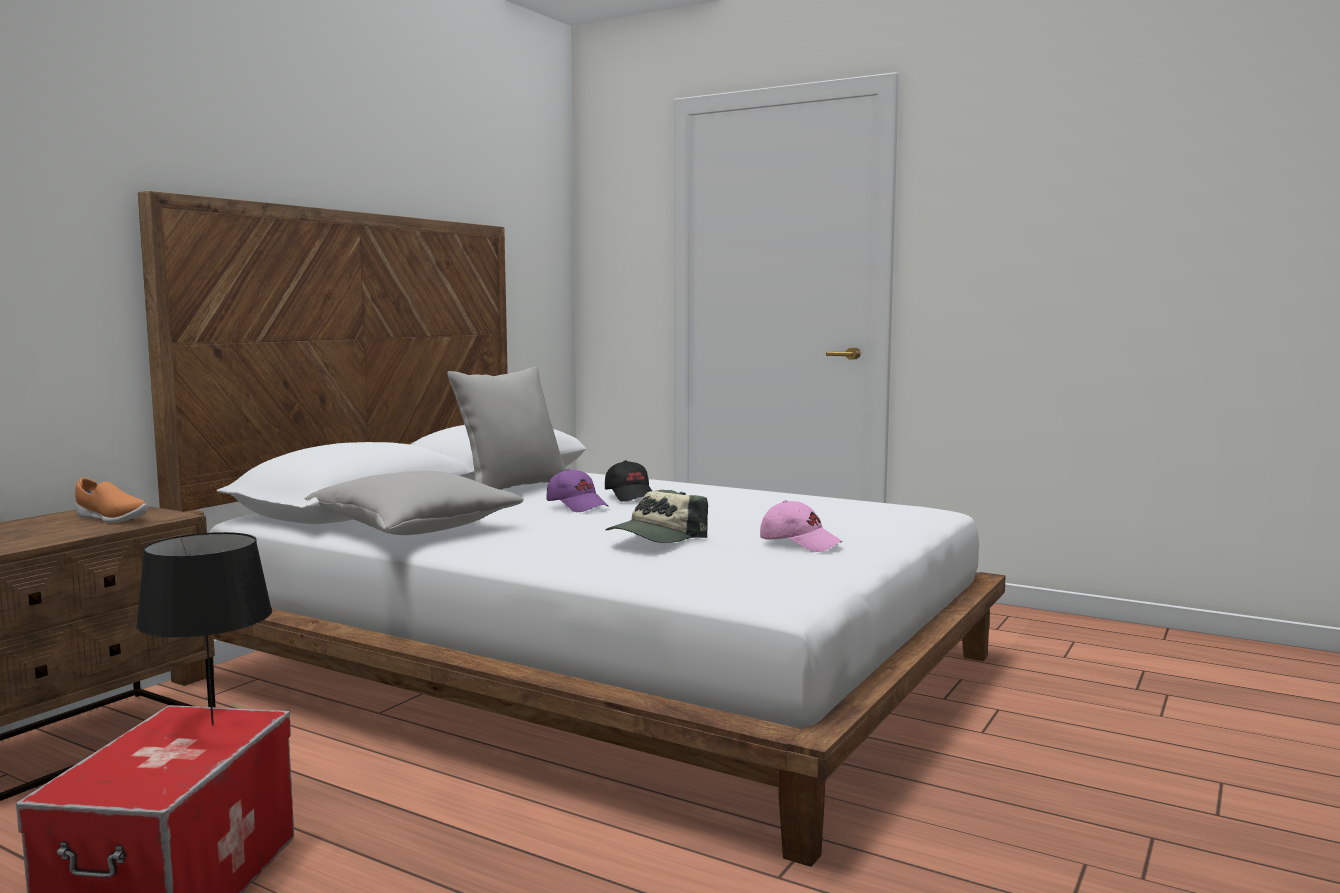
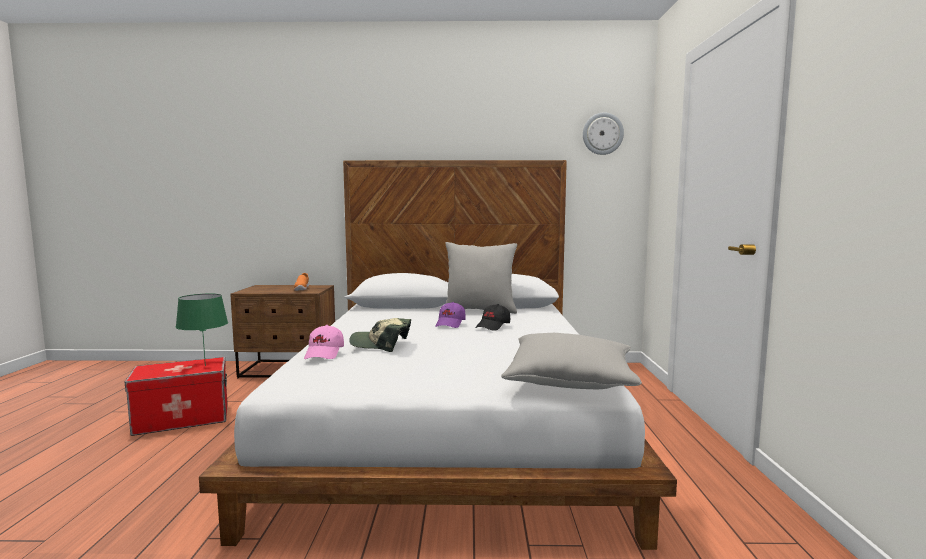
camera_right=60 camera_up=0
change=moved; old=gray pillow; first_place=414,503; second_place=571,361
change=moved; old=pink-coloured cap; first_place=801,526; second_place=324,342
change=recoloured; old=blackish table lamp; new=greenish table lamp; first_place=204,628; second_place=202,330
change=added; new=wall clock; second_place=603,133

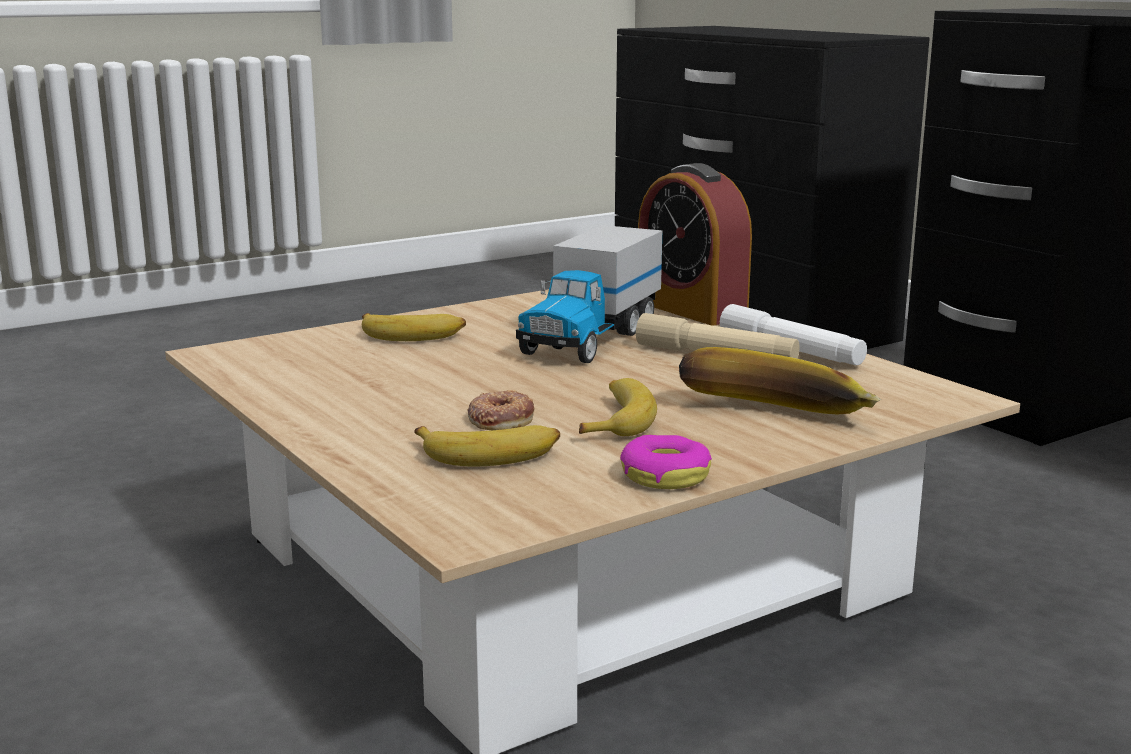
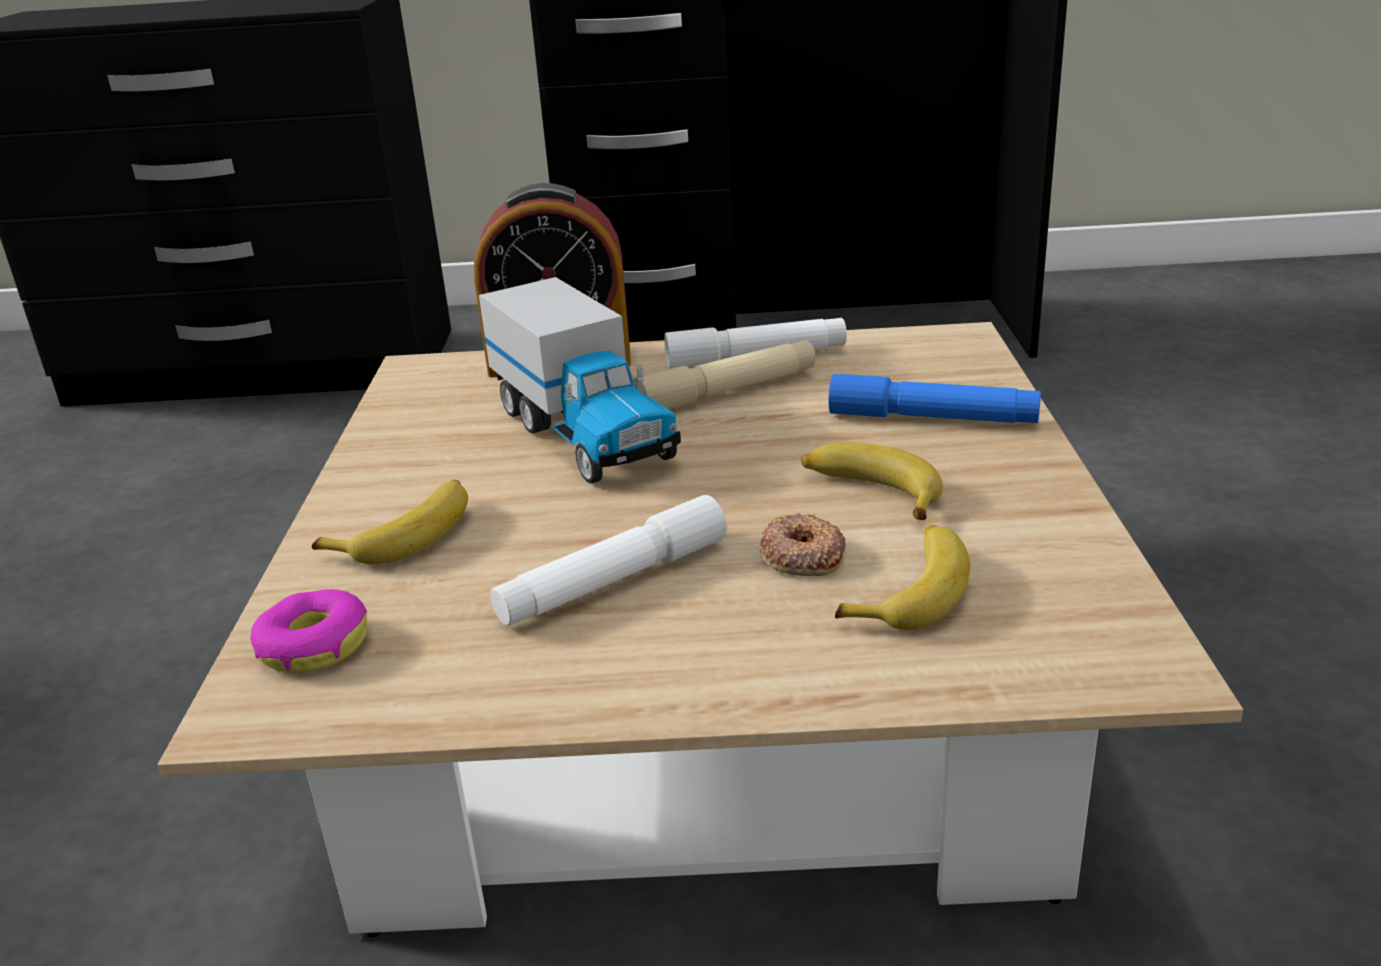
camera_right=-55 camera_up=10
change=replaced; old=banana fruit; new=bluish hand torch; first_place=780,381; second_place=934,398
change=moved; old=doughnut; first_place=666,462; second_place=308,631
change=added; new=whitish hand torch; second_place=608,560

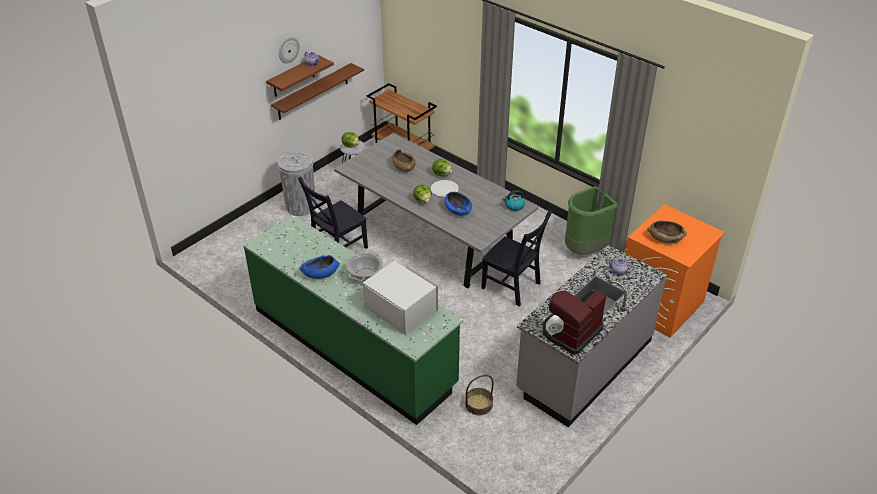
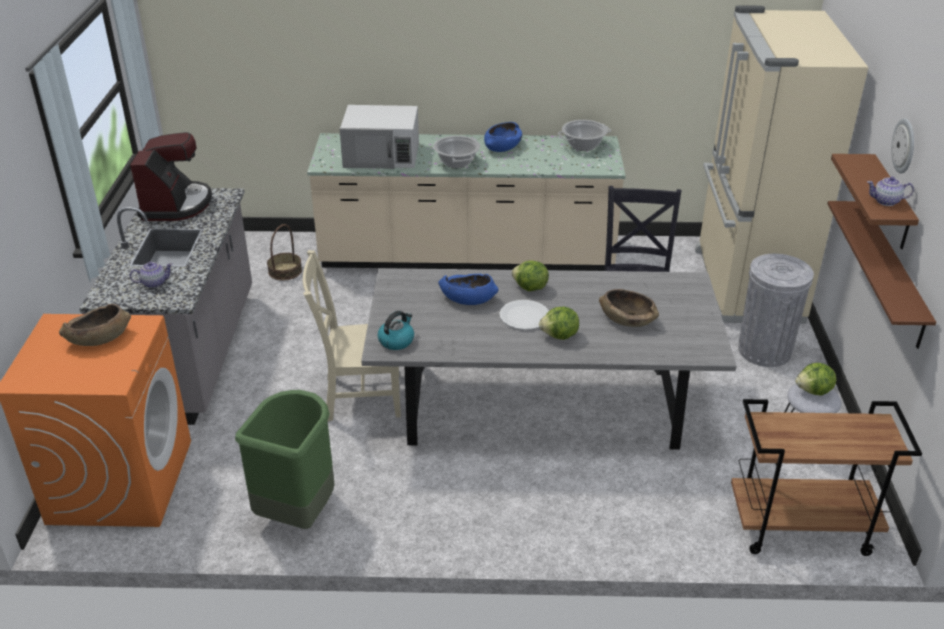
camera_right=140 camera_up=-5
change=recoloured; old=blackish plain chair; new=beige-coloured plain chair; first_place=516,258; second_place=352,336
change=recoloured; old=greenish kitchen base unit; new=beige-coloured kitchen base unit; first_place=353,320; second_place=466,202
change=added; new=beige-coloured fridge; second_place=782,164
change=added; new=stockpot; second_place=584,135

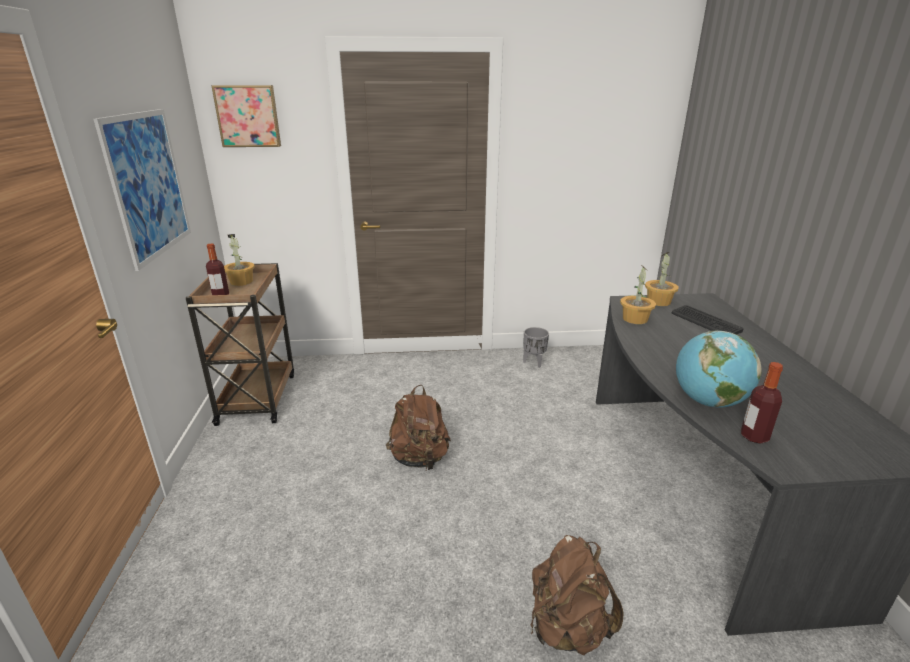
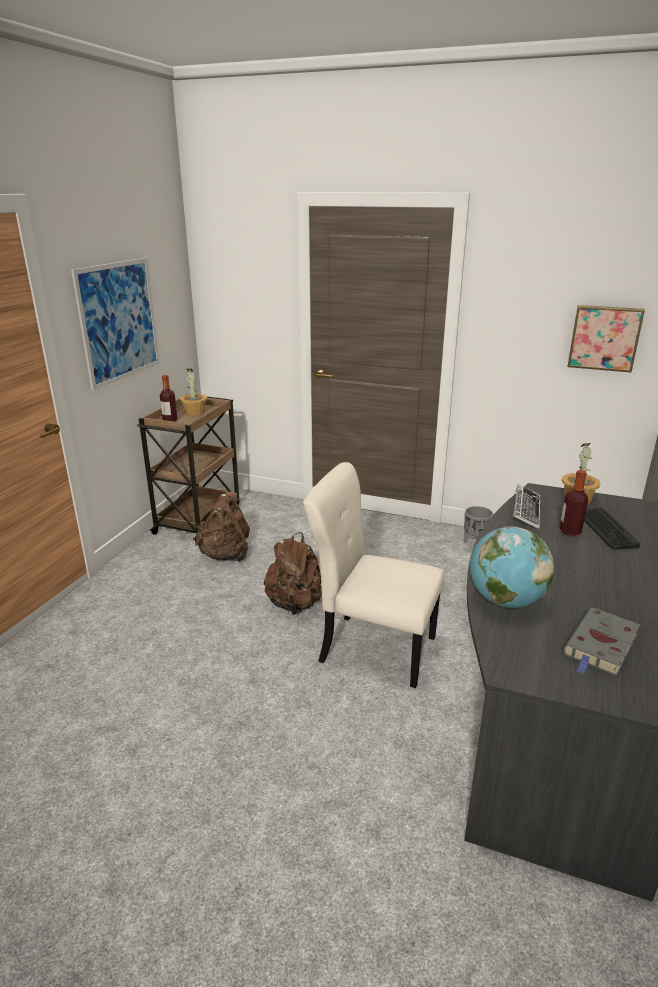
camera_right=25 camera_up=0
change=moved; old=wall picture; first_place=246,116; second_place=606,338
change=replaced; old=potted plant; new=keyboard; first_place=638,294; second_place=526,506
change=moved; old=bottle; first_place=762,403; second_place=573,503
change=moved; old=brown-coloured backpack; first_place=577,595; second_place=222,528
change=added; new=beige-coloured plain chair; second_place=373,575
change=added; new=gray book; second_place=601,642

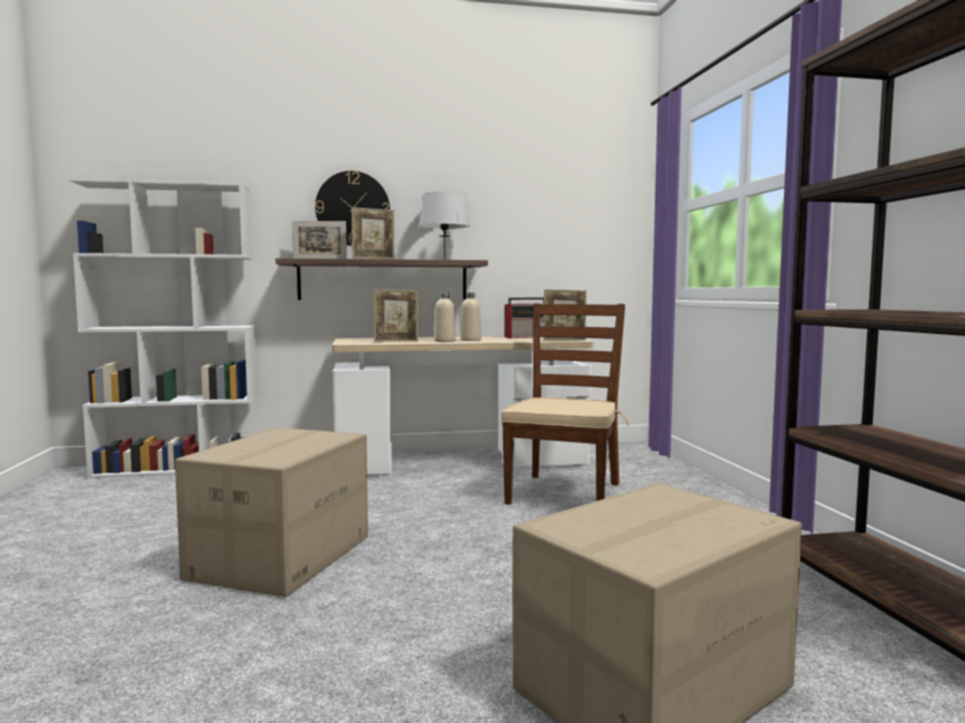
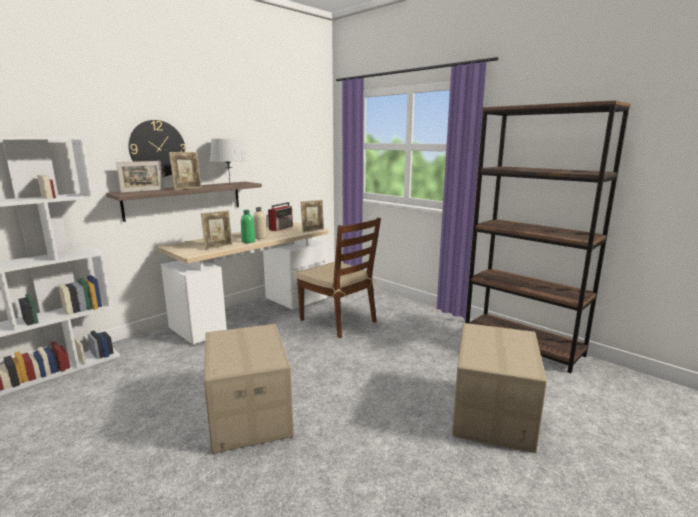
camera_right=-35 camera_up=10
change=recoloured; old=beige-coloured bottle; new=greenish bottle; first_place=445,317; second_place=248,226
change=turned; old=brown-coloured plain chair; first_place=565,404; second_place=338,278; degrees=150

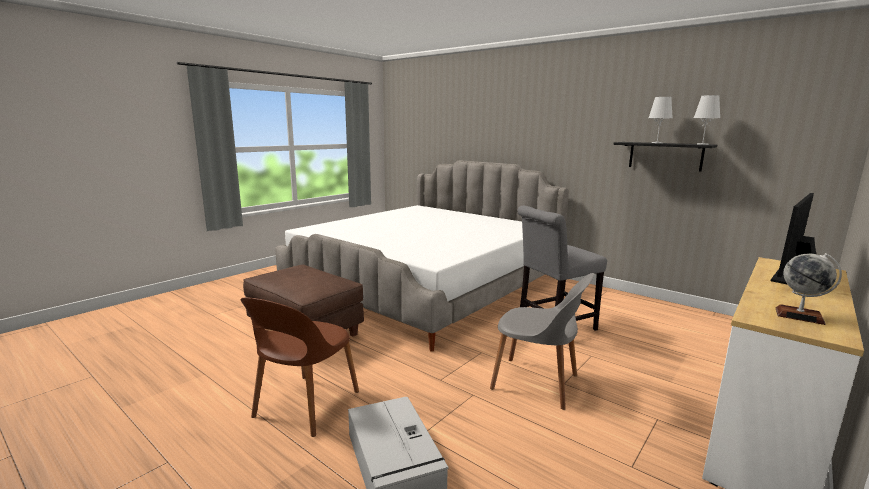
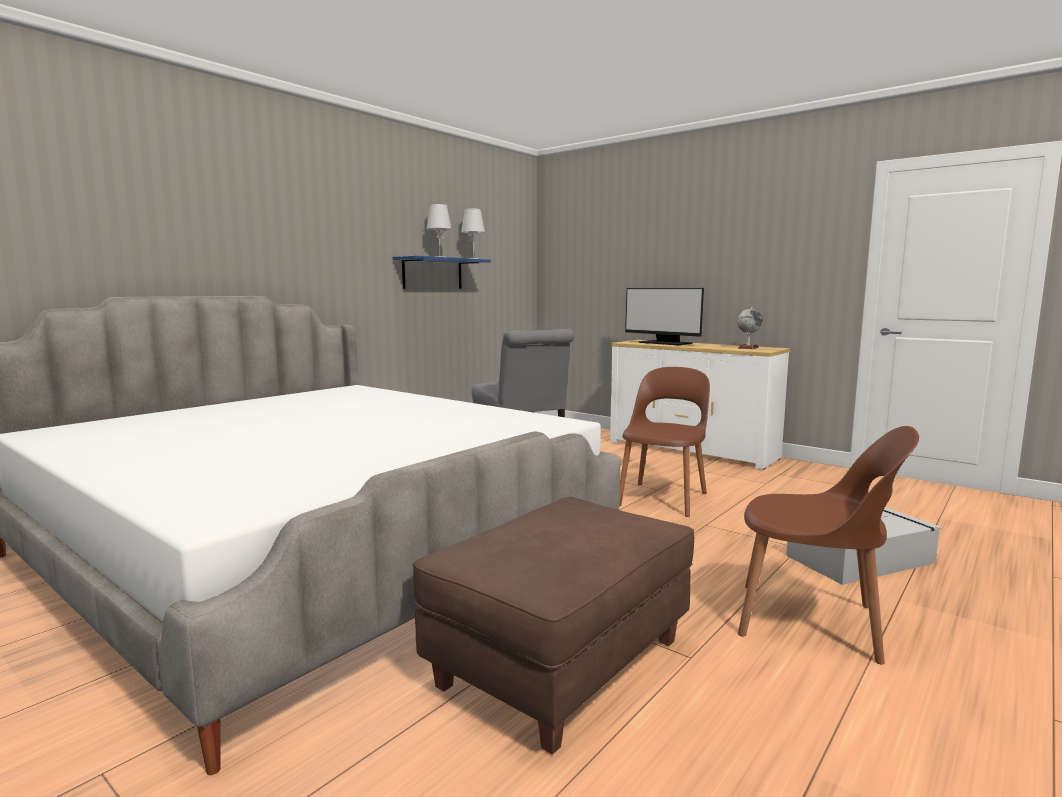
camera_right=-90 camera_up=-5
change=recoloured; old=blackish bracket shelf; new=bluish bracket shelf; first_place=665,156; second_place=442,272
change=recoloured; old=gray plain chair; new=brown-coloured plain chair; first_place=542,341; second_place=664,442

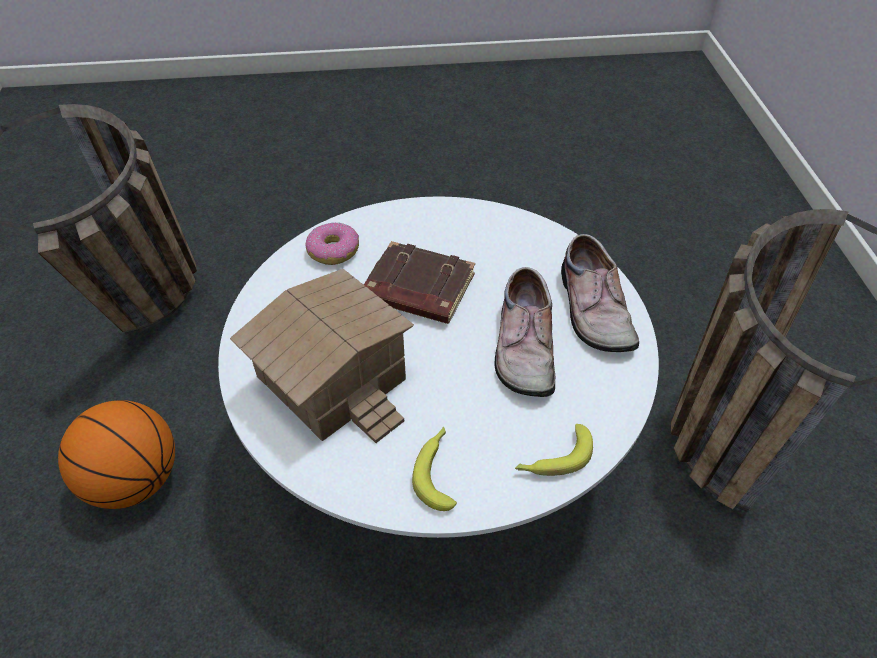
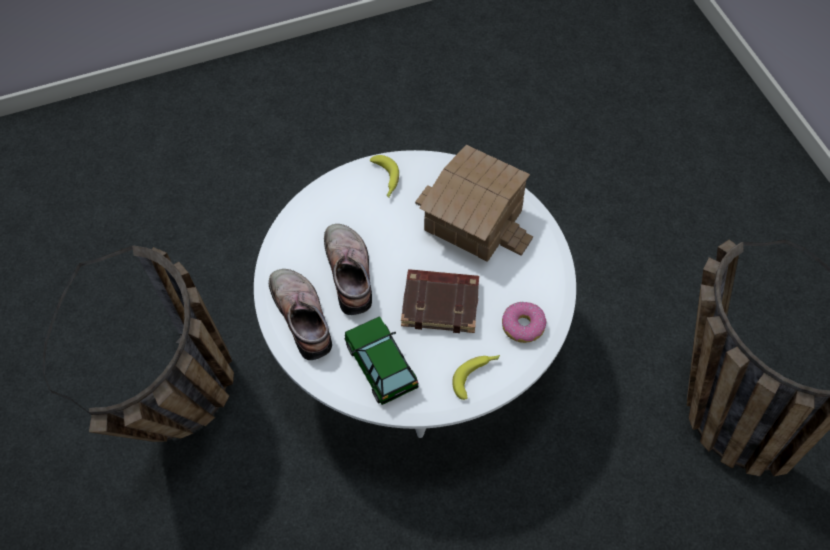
camera_right=165 camera_up=10
change=removed; old=basketball; first_place=116,454
change=moved; old=banana fruit; first_place=554,450; second_place=476,377
change=added; new=toy car; second_place=382,360

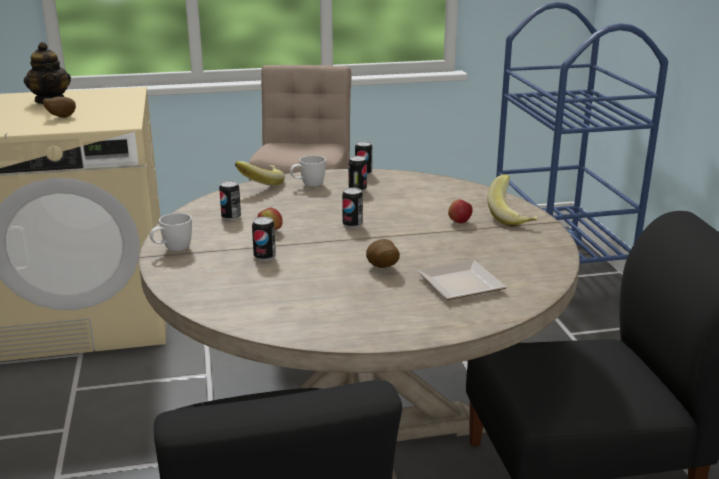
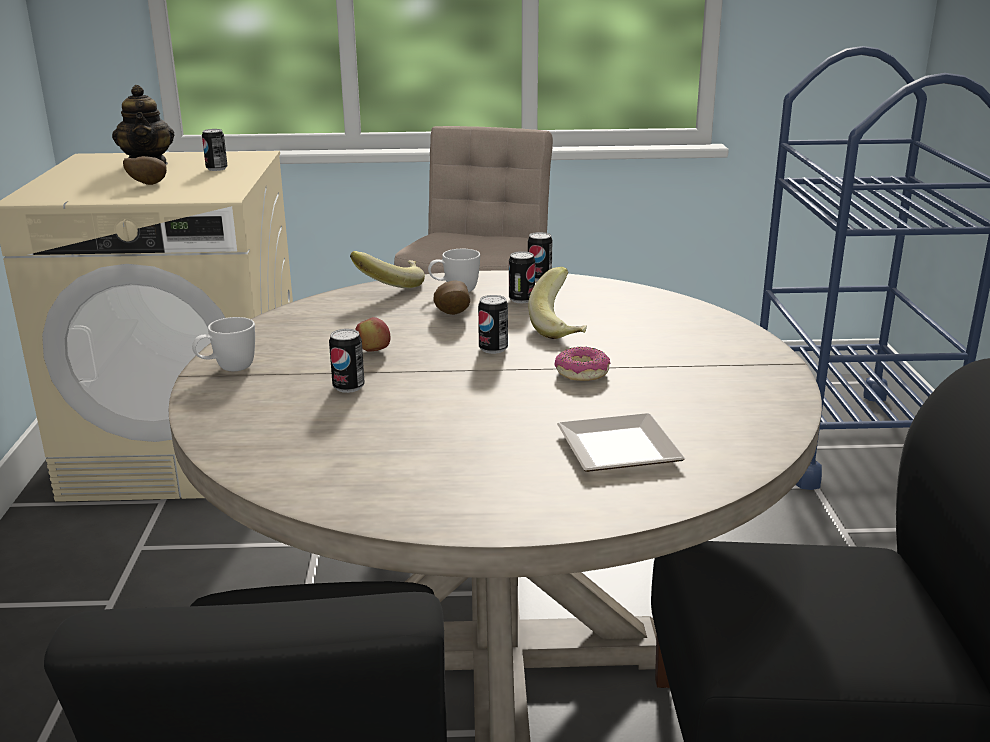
camera_right=10 camera_up=0
change=moved; old=banana fruit; first_place=512,200; second_place=557,303
change=moved; old=sealed can; first_place=230,200; second_place=214,150
change=removed; old=whole apple; first_place=460,211
change=moved; old=spud; first_place=383,253; second_place=451,298
change=added; new=doughnut; second_place=582,364

